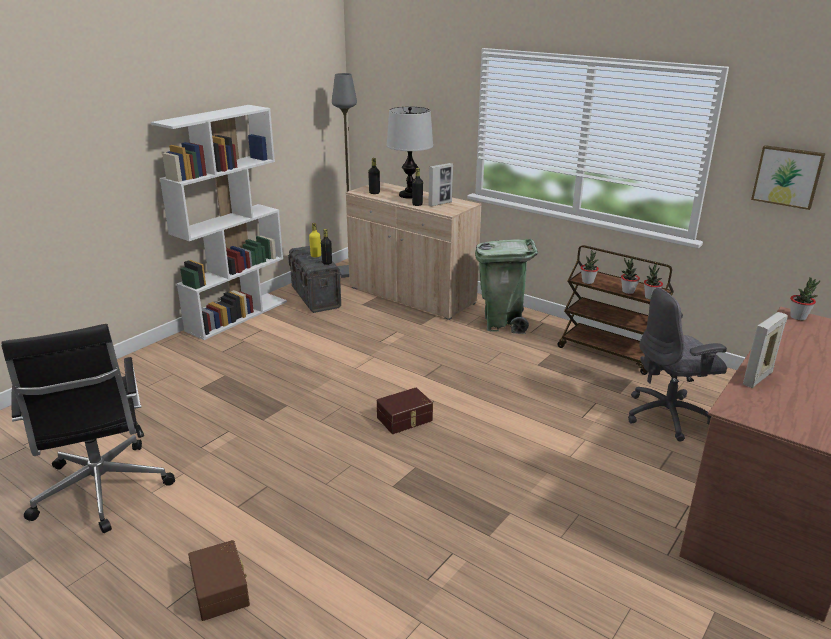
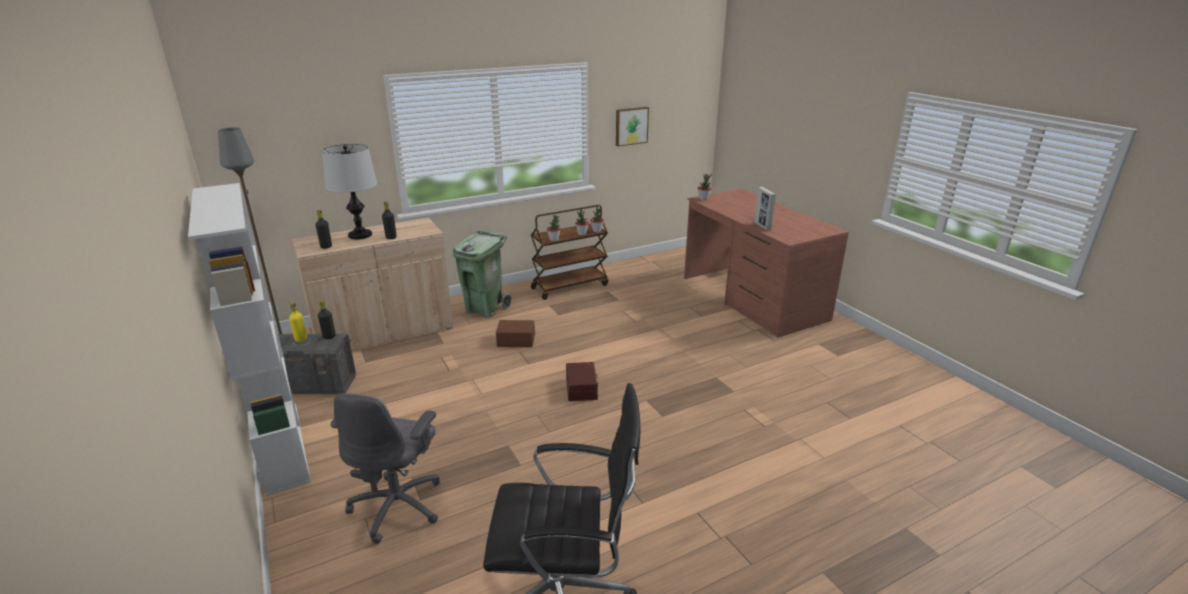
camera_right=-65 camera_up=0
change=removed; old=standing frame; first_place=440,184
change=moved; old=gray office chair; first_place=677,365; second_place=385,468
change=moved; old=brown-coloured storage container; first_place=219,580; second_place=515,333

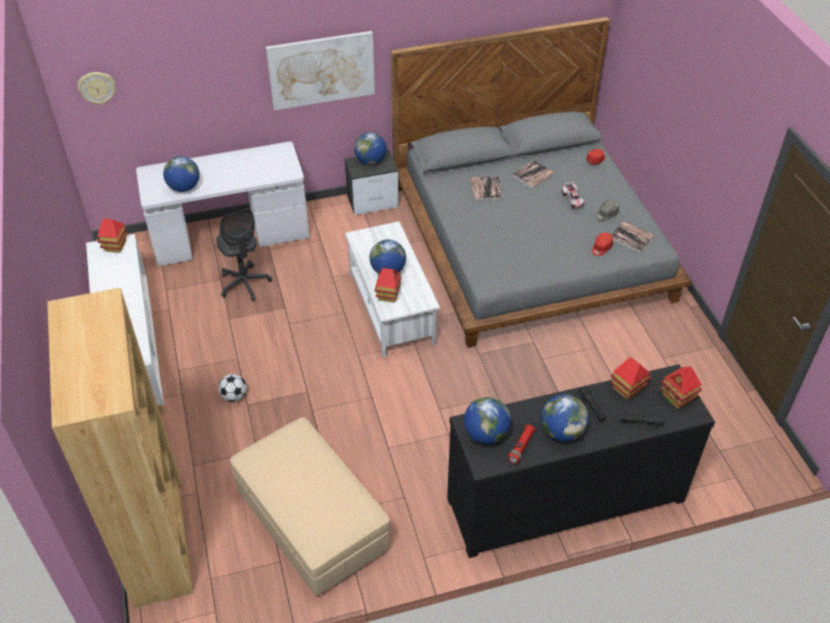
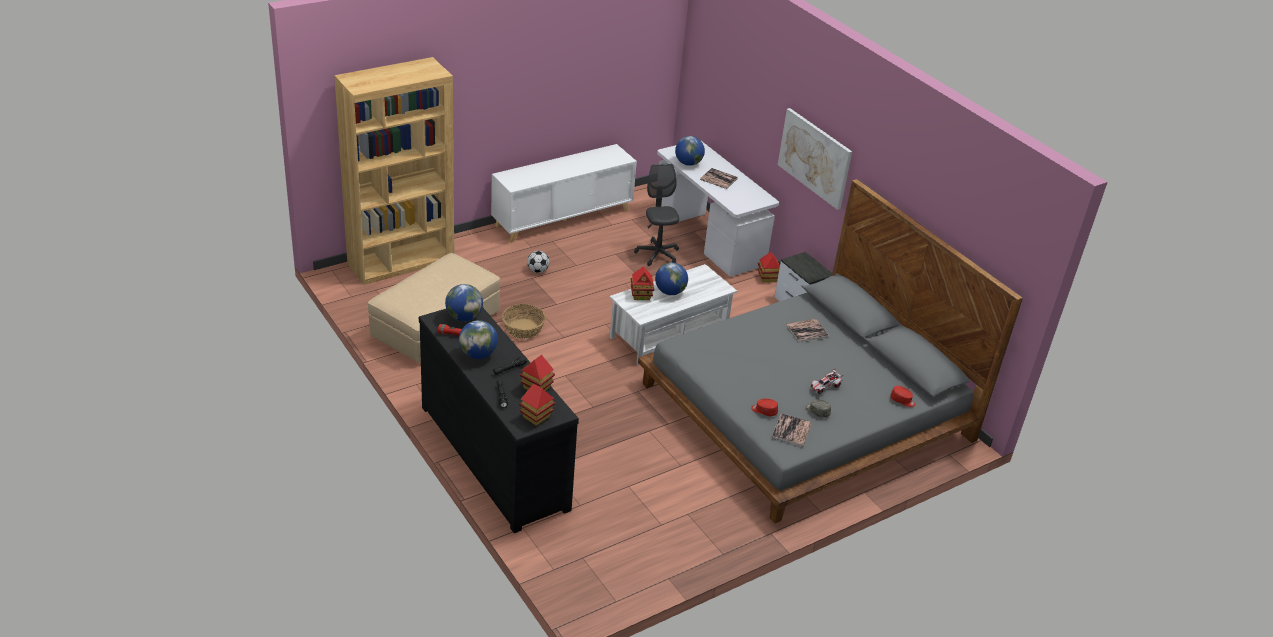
camera_right=70 camera_up=-10
change=removed; old=wall clock; first_place=96,88
change=removed; old=world globe; first_place=370,148
change=moved; old=book; first_place=533,174; second_place=719,178
change=turned; old=gray office chair; first_place=244,254; second_place=656,214; degrees=120
change=moved; old=toy house; first_place=112,235; second_place=769,267
change=added; new=basket; second_place=523,321

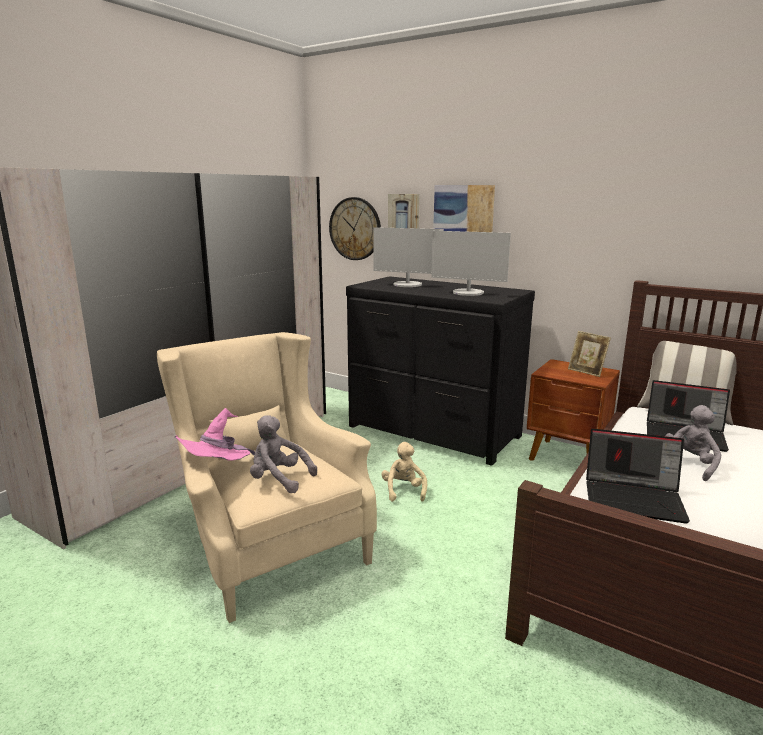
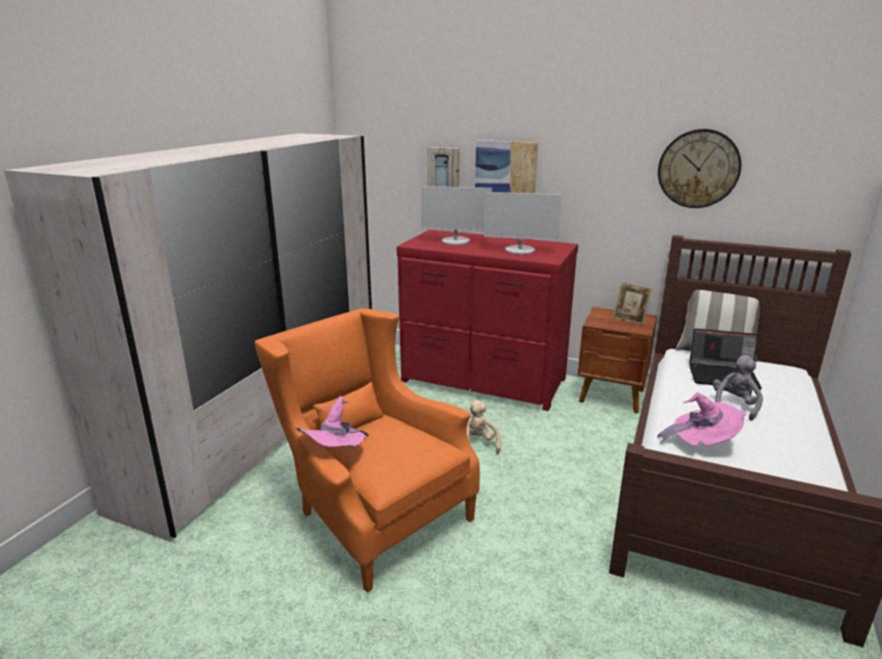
camera_right=-10 camera_up=5
change=moved; old=wall clock; first_place=355,228; second_place=699,168
change=recoloured; old=blackish dresser; new=reddish dresser; first_place=440,371; second_place=487,320
change=recoloured; old=beige-coloured armchair; new=orange-coloured armchair; first_place=267,477; second_place=367,450
change=removed; old=gray plush toy; first_place=283,454
change=replaced; old=laptop; new=pink-coloured clothing hat; first_place=638,476; second_place=702,419

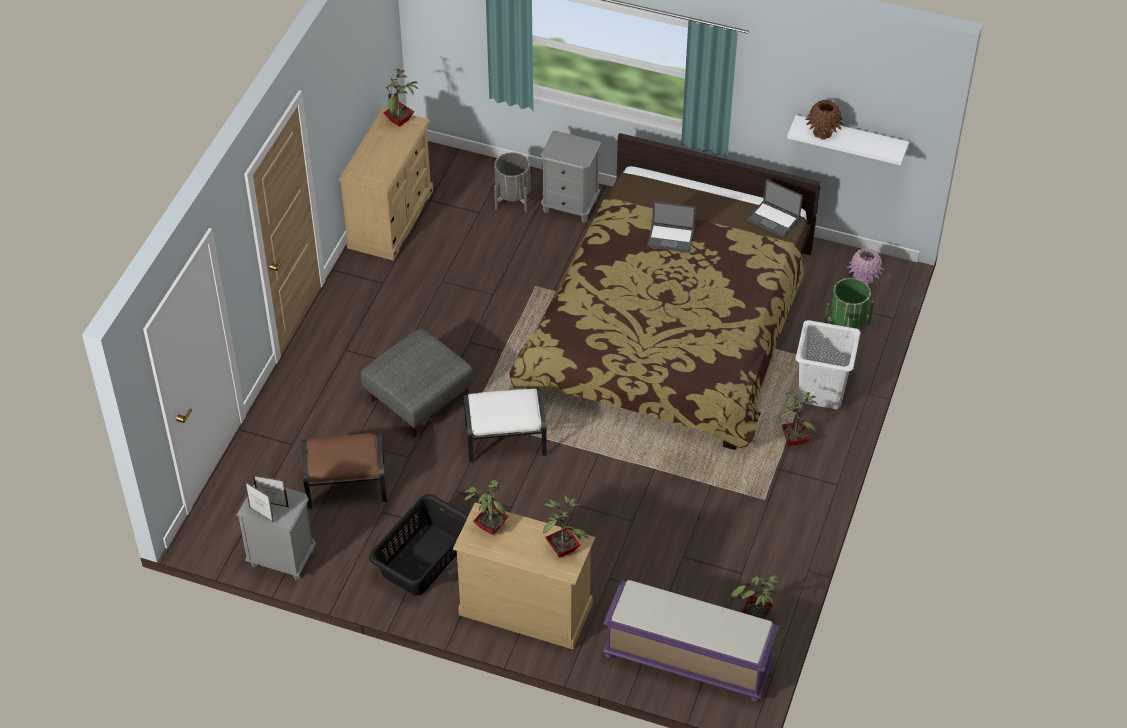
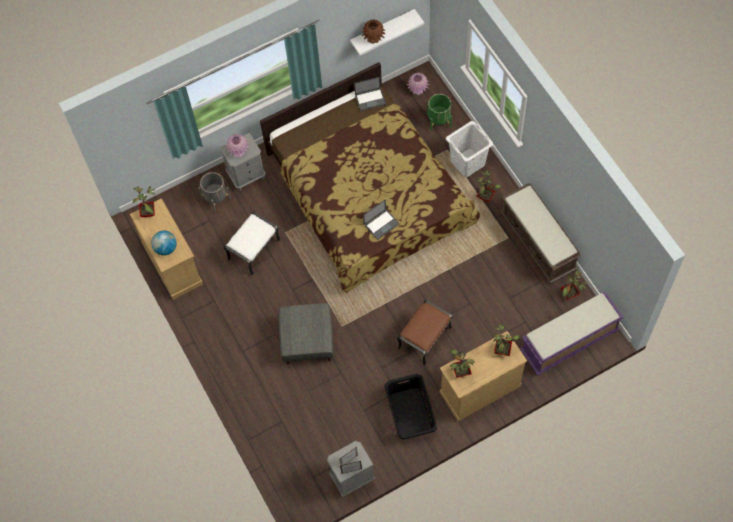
camera_right=-45 camera_up=15
change=moved; old=laptop; first_place=671,227; second_place=381,219
change=moved; old=whitish pouffe; first_place=505,425; second_place=252,243
change=moved; old=brown-coloured pouffe; first_place=344,471; second_place=425,333
change=added; new=pink-coloured vase; second_place=238,145
change=added; new=brown-coloured bench; second_place=541,233
change=added; new=world globe; second_place=164,243

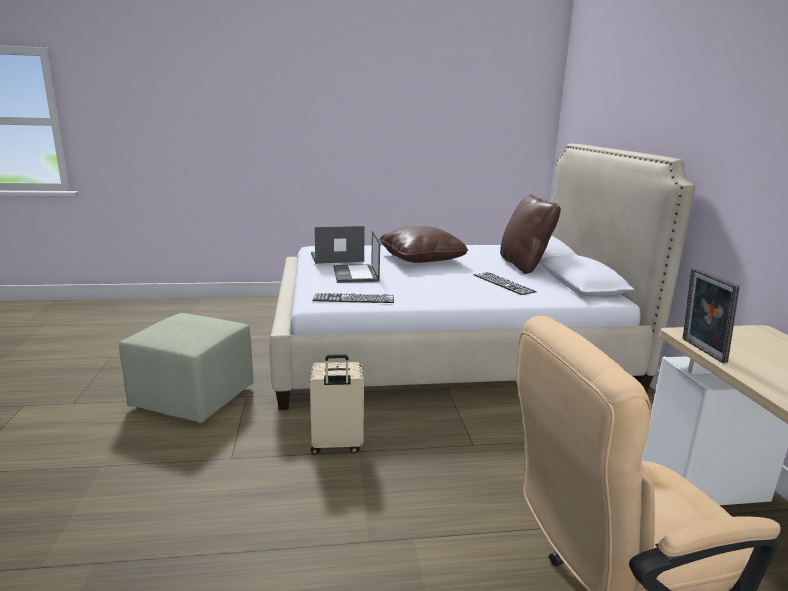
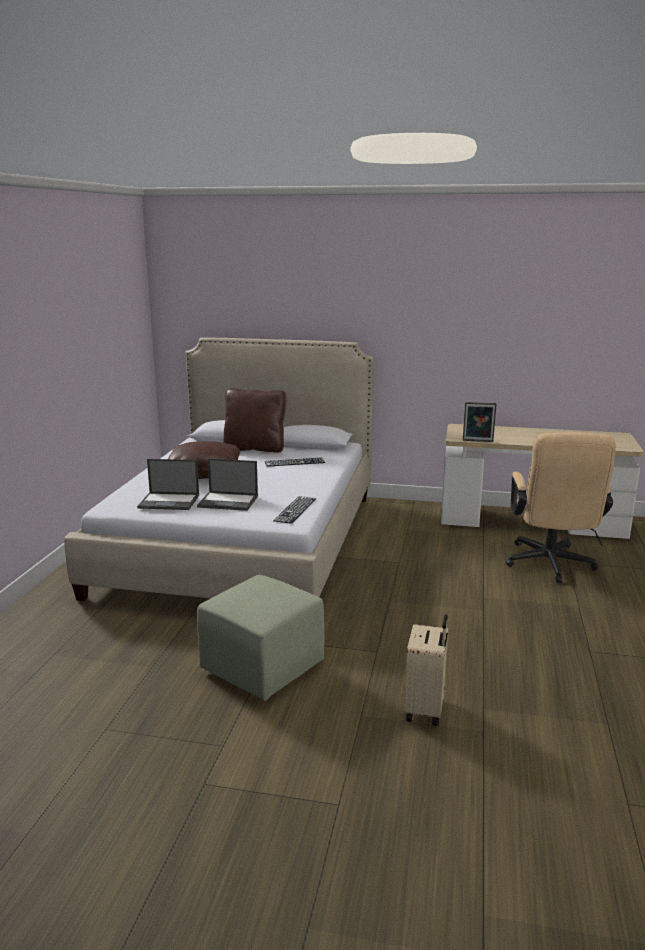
camera_right=-70 camera_up=0
change=turned; old=laptop; first_place=338,245; second_place=168,484; degrees=-90
change=moved; old=beige-coloured piece of luggage; first_place=337,404; second_place=426,670

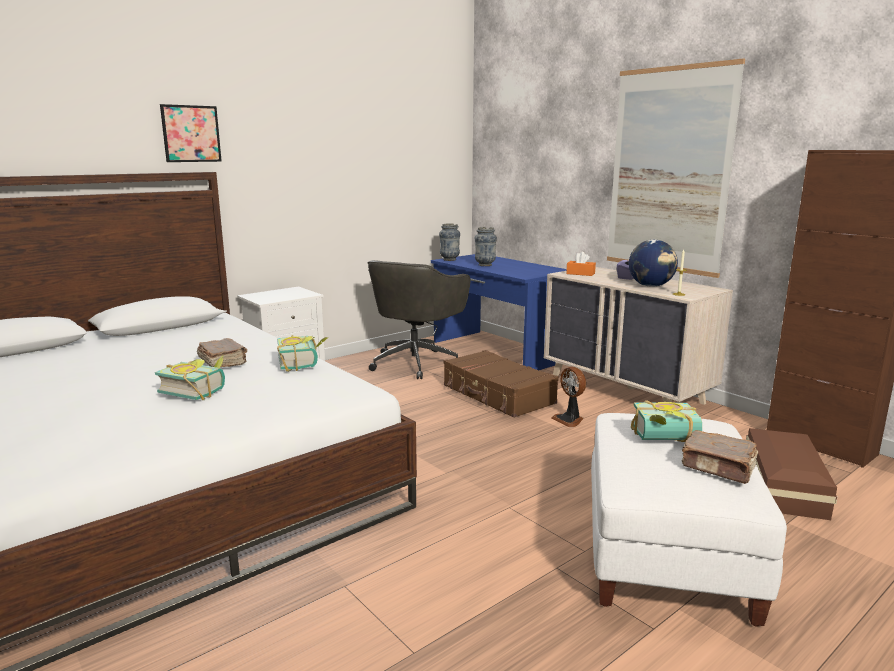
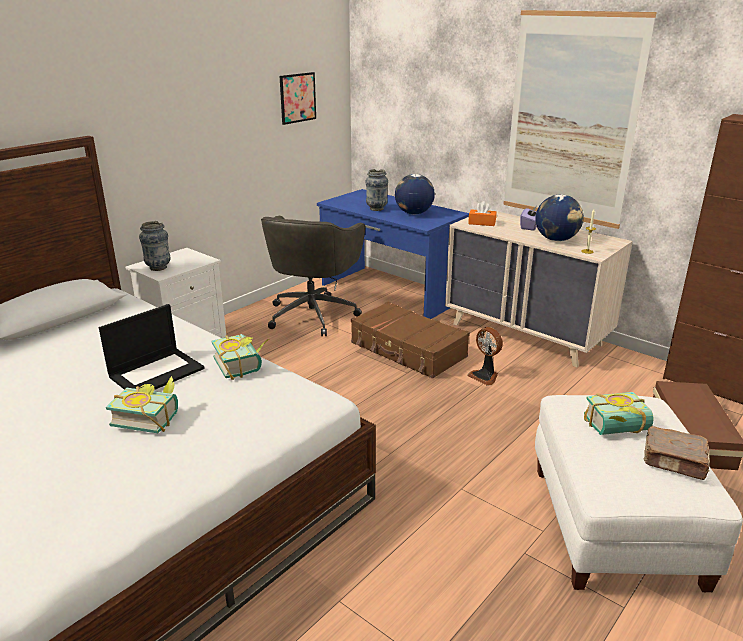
camera_right=-10 camera_up=10
change=moved; old=wall picture; first_place=191,133; second_place=298,98
change=moved; old=vase; first_place=449,242; second_place=155,246
change=replaced; old=brown-coloured book; new=laptop; first_place=222,352; second_place=152,347
change=added; new=world globe; second_place=415,194

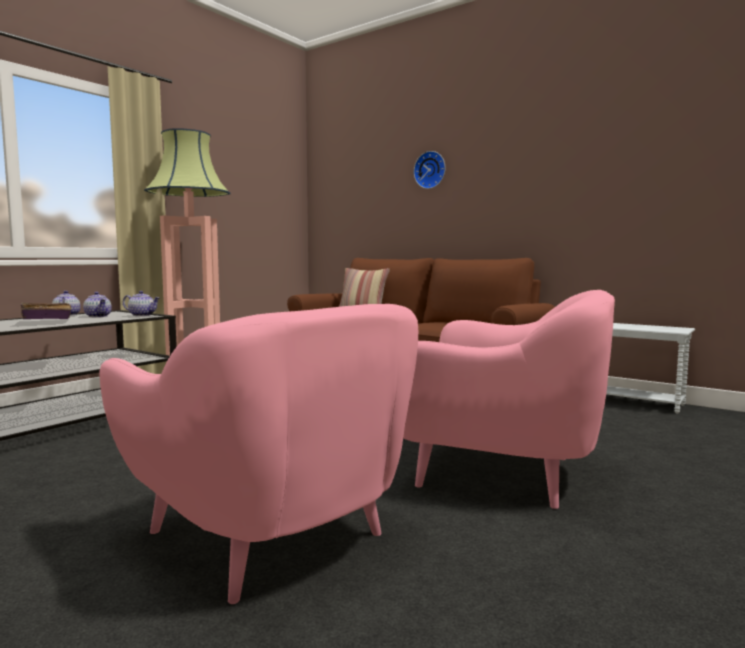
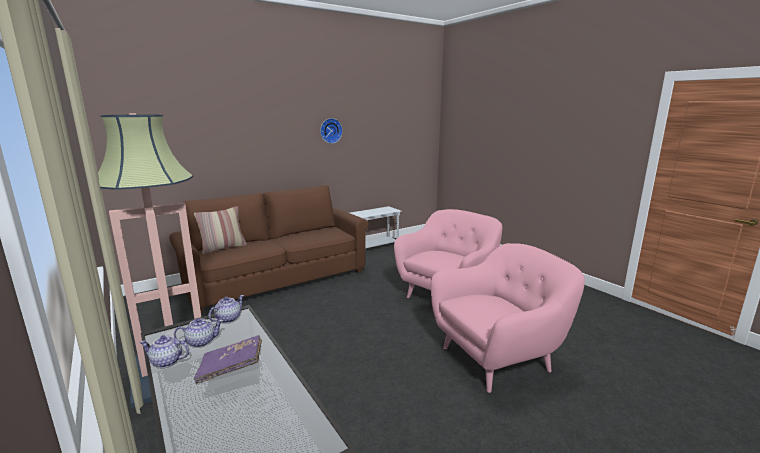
camera_right=-70 camera_up=10
change=moved; old=wall clock; first_place=429,170; second_place=331,131

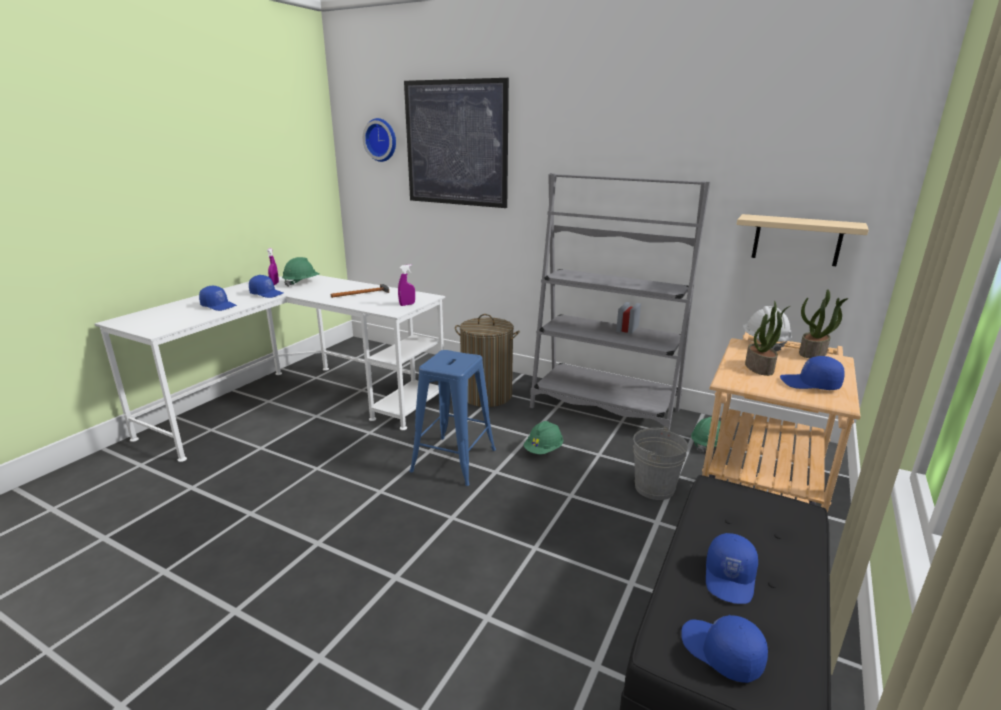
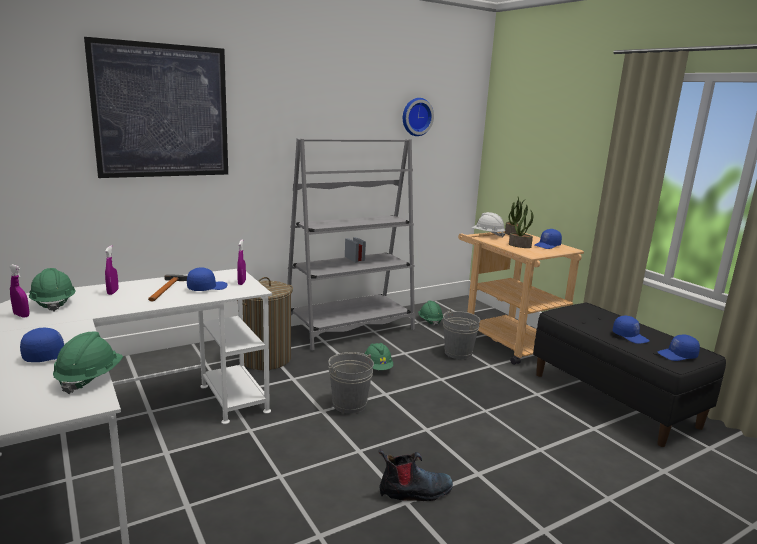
camera_right=-60 camera_up=-5
change=moved; old=wall clock; first_place=379,140; second_place=418,117
change=removed; old=beige-coloured bracket shelf; first_place=802,240
change=moved; old=bluish cap; first_place=266,286; second_place=207,279
change=replaced; old=bluish sitting stool; new=gray pail; first_place=453,418; second_place=351,383
change=added; new=purple-coloured hand sprayer; second_place=111,270
change=added; new=greenish safety helmet; second_place=88,363
change=added; new=boot; second_place=416,474

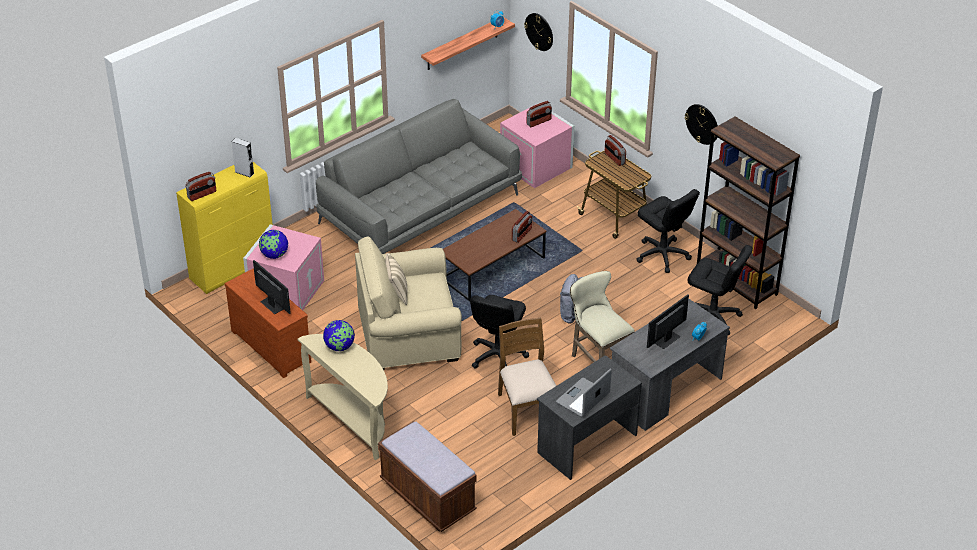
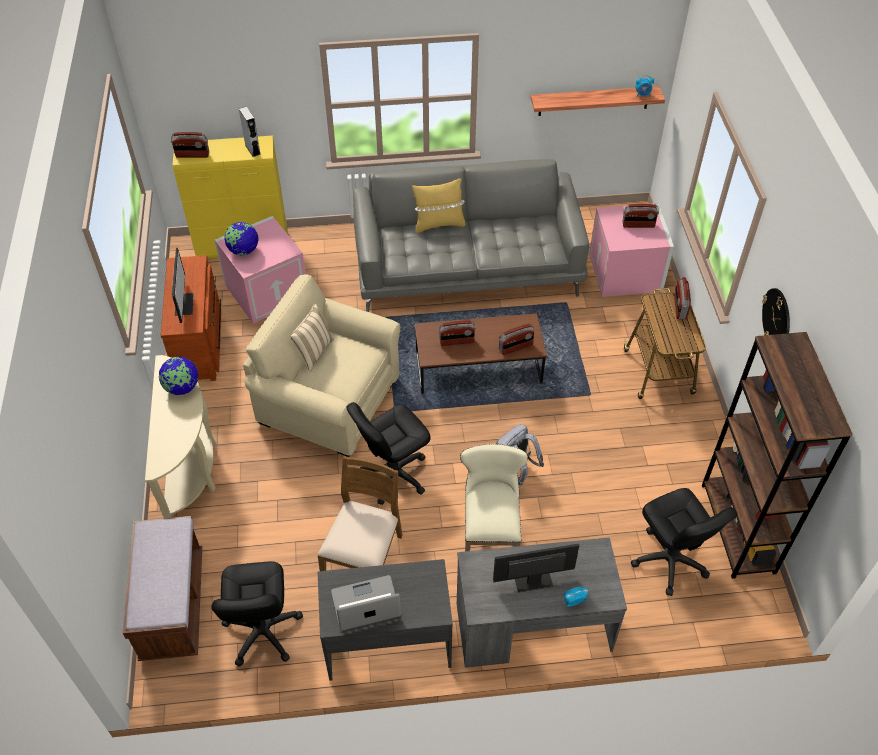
camera_right=35 camera_up=10
change=removed; old=wall clock; first_place=538,32
change=moved; old=blackish office chair; first_place=668,231; second_place=257,614
change=added; new=yellow-coloured pillow; second_place=439,205
change=added; new=radio set; second_place=457,333

